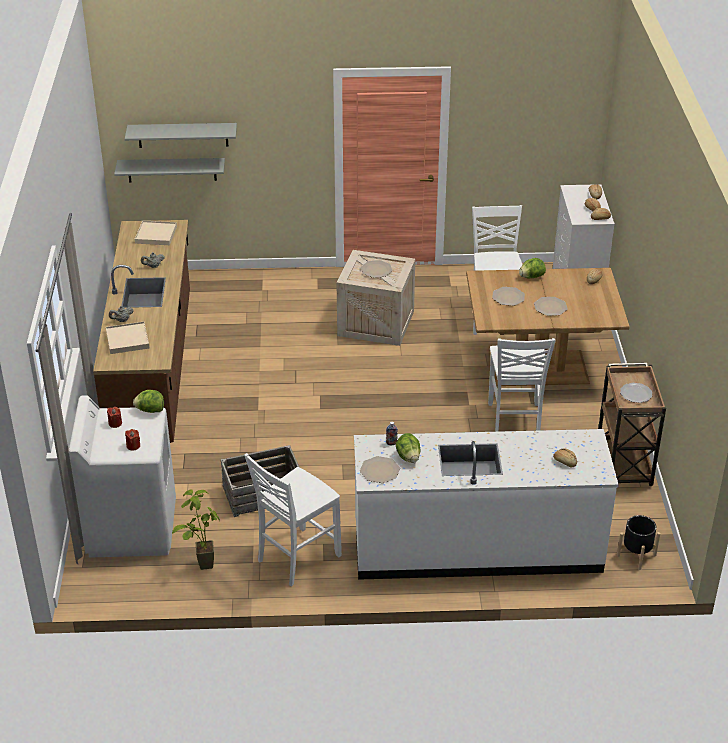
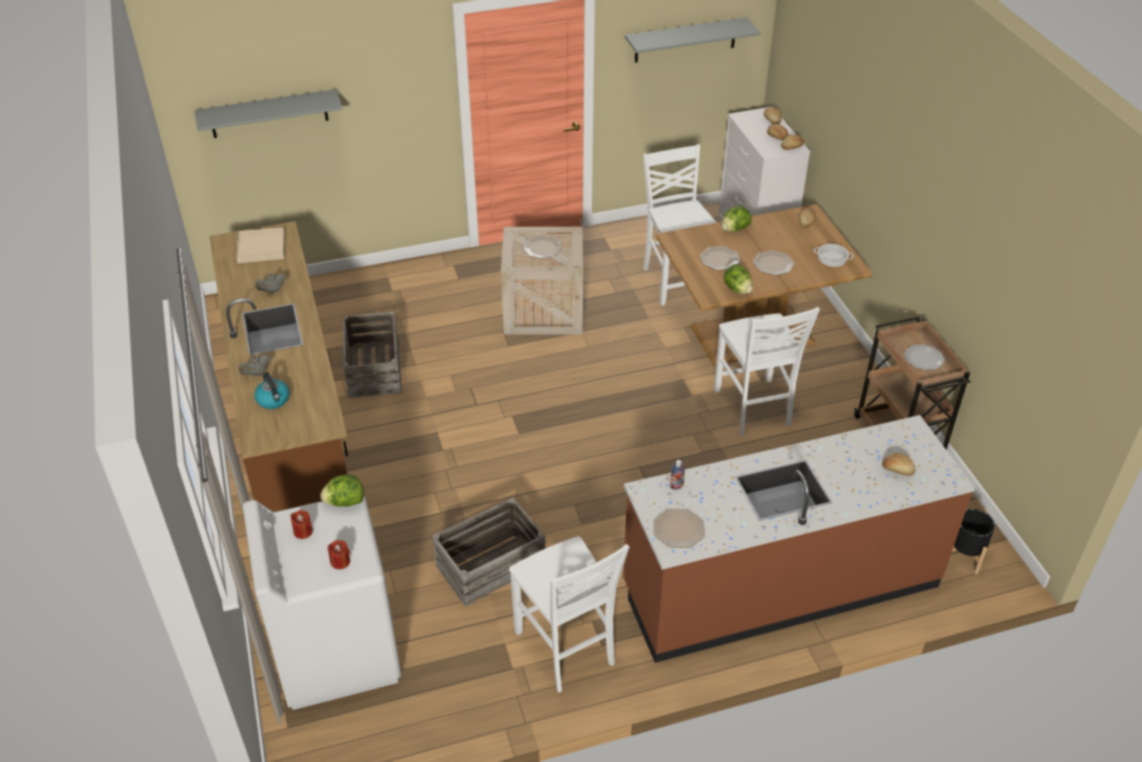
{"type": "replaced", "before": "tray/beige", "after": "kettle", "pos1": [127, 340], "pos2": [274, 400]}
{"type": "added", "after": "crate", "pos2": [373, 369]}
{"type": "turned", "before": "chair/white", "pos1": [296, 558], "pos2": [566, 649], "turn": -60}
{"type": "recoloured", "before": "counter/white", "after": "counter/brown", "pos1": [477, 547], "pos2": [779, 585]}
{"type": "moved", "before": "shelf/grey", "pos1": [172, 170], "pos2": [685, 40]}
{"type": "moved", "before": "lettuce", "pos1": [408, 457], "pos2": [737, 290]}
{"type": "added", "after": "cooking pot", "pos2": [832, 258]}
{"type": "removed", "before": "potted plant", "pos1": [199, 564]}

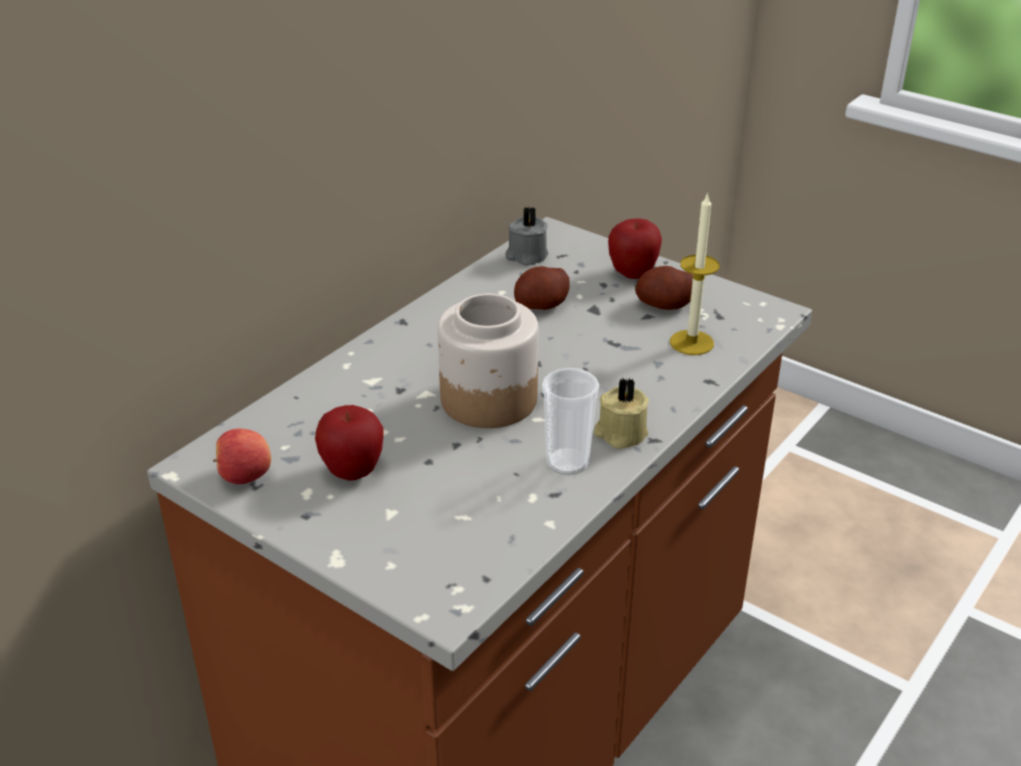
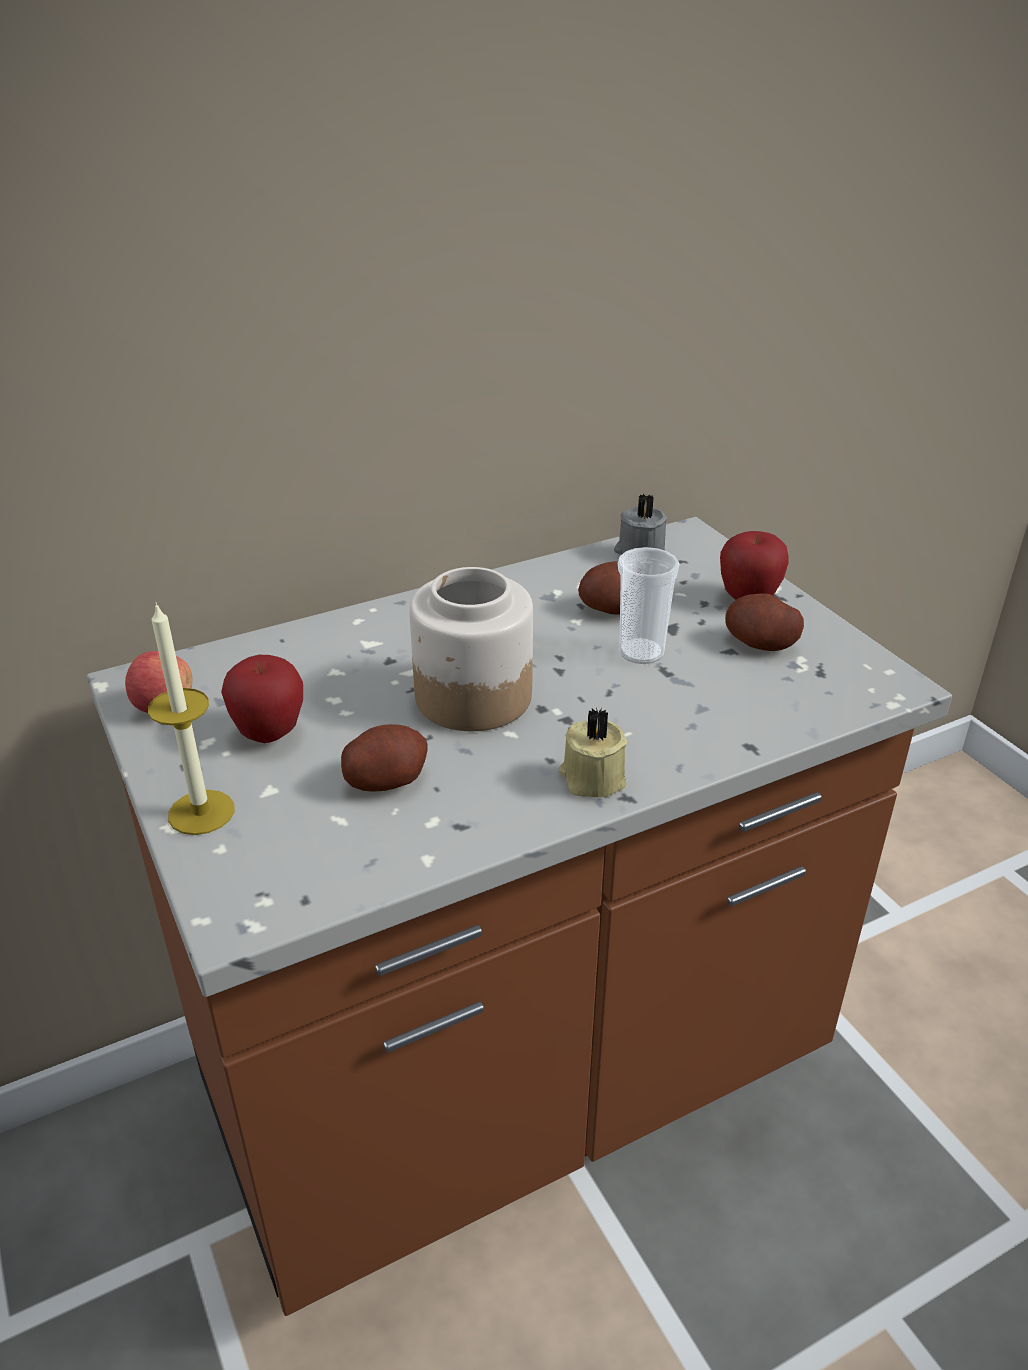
{"type": "moved", "before": "candle", "pos1": [691, 342], "pos2": [201, 812]}
{"type": "added", "after": "potato", "pos2": [386, 780]}
{"type": "moved", "before": "cup", "pos1": [567, 462], "pos2": [641, 652]}

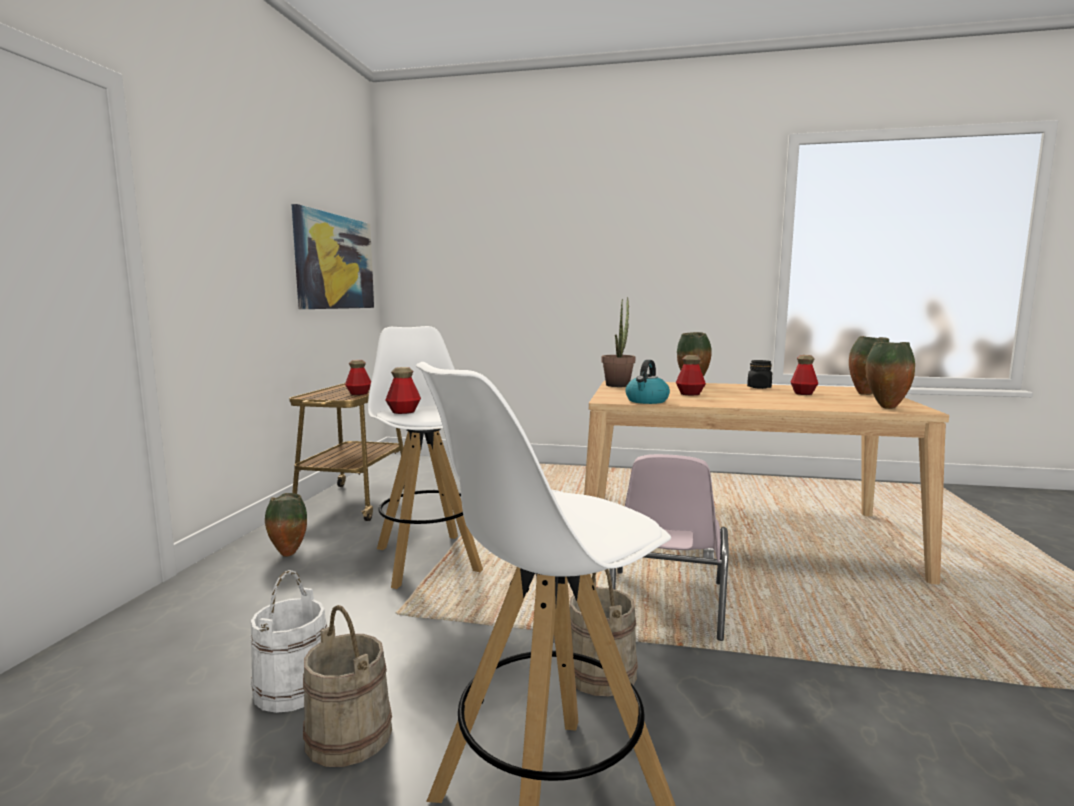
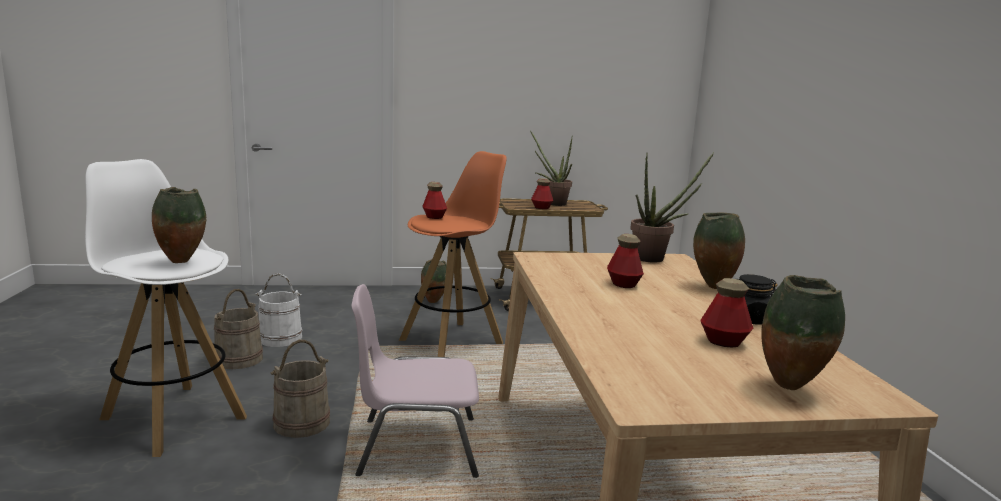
{"type": "moved", "before": "vase", "pos1": [885, 407], "pos2": [182, 262]}
{"type": "recoloured", "before": "stool/white", "after": "stool/orange", "pos1": [427, 558], "pos2": [452, 341]}
{"type": "added", "after": "potted plant", "pos2": [552, 203]}
{"type": "removed", "before": "picture", "pos1": [335, 262]}
{"type": "removed", "before": "kettle", "pos1": [647, 401]}

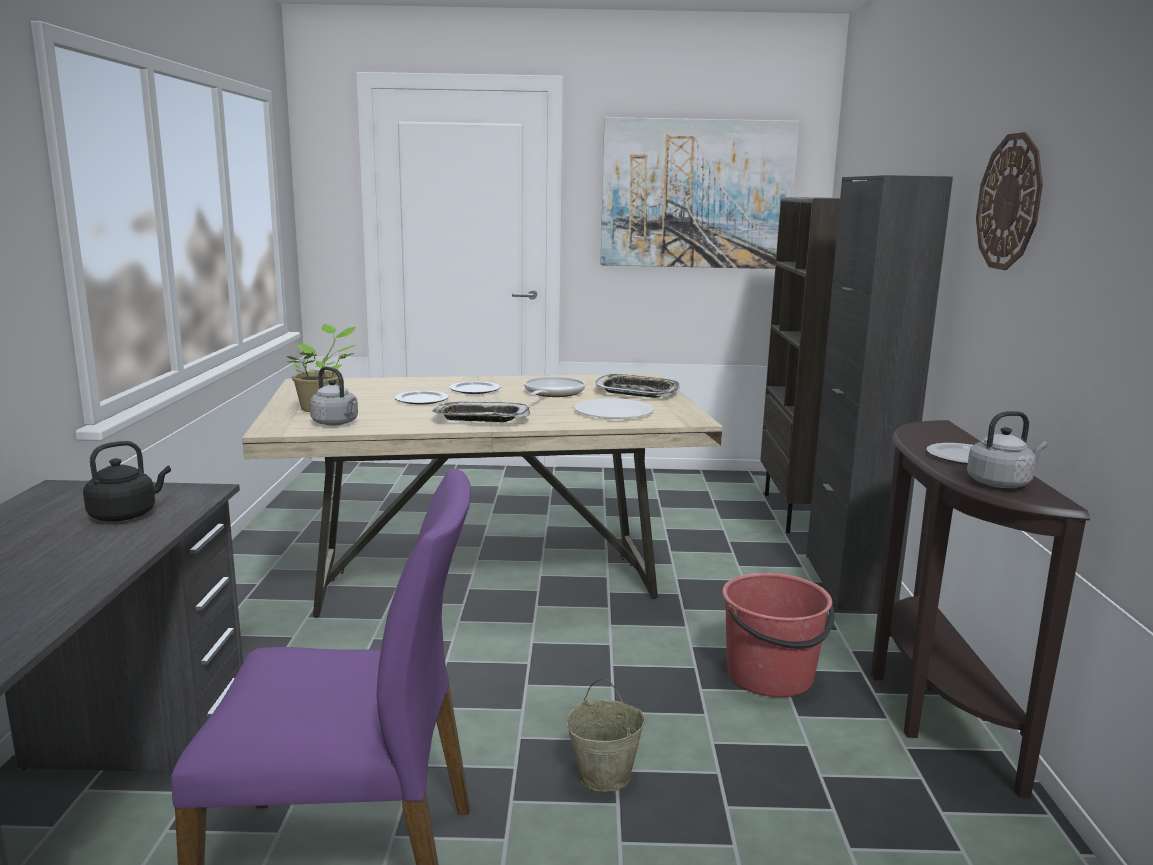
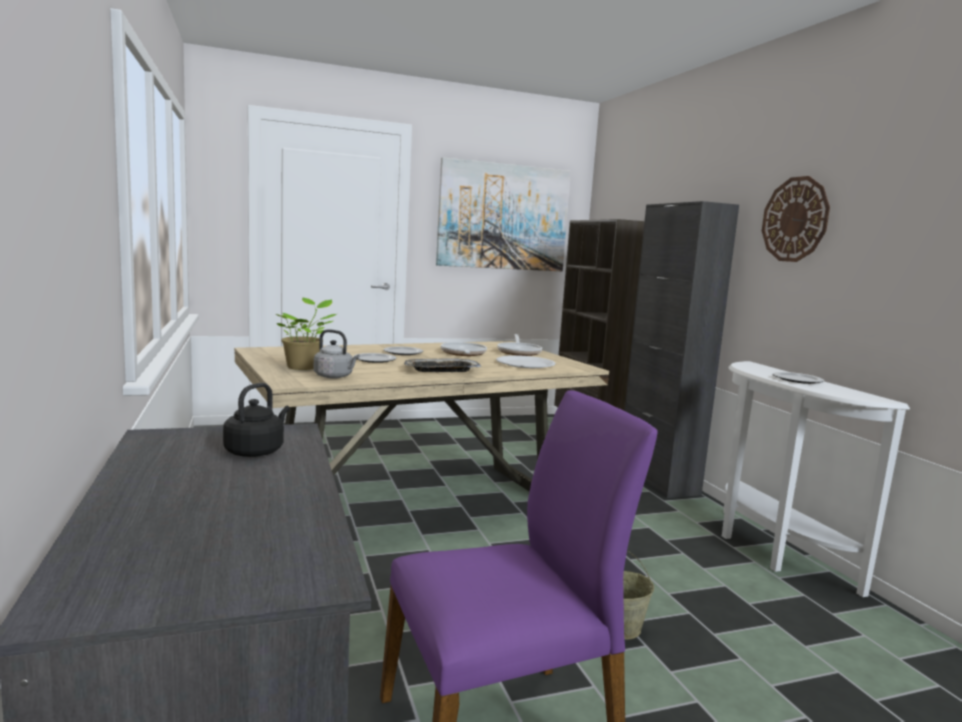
{"type": "replaced", "before": "tray", "after": "frying pan", "pos1": [636, 392], "pos2": [519, 352]}
{"type": "recoloured", "before": "console table/brown", "after": "console table/white", "pos1": [929, 707], "pos2": [770, 551]}
{"type": "removed", "before": "bucket/red", "pos1": [771, 676]}
{"type": "removed", "before": "kettle/grey", "pos1": [1001, 483]}

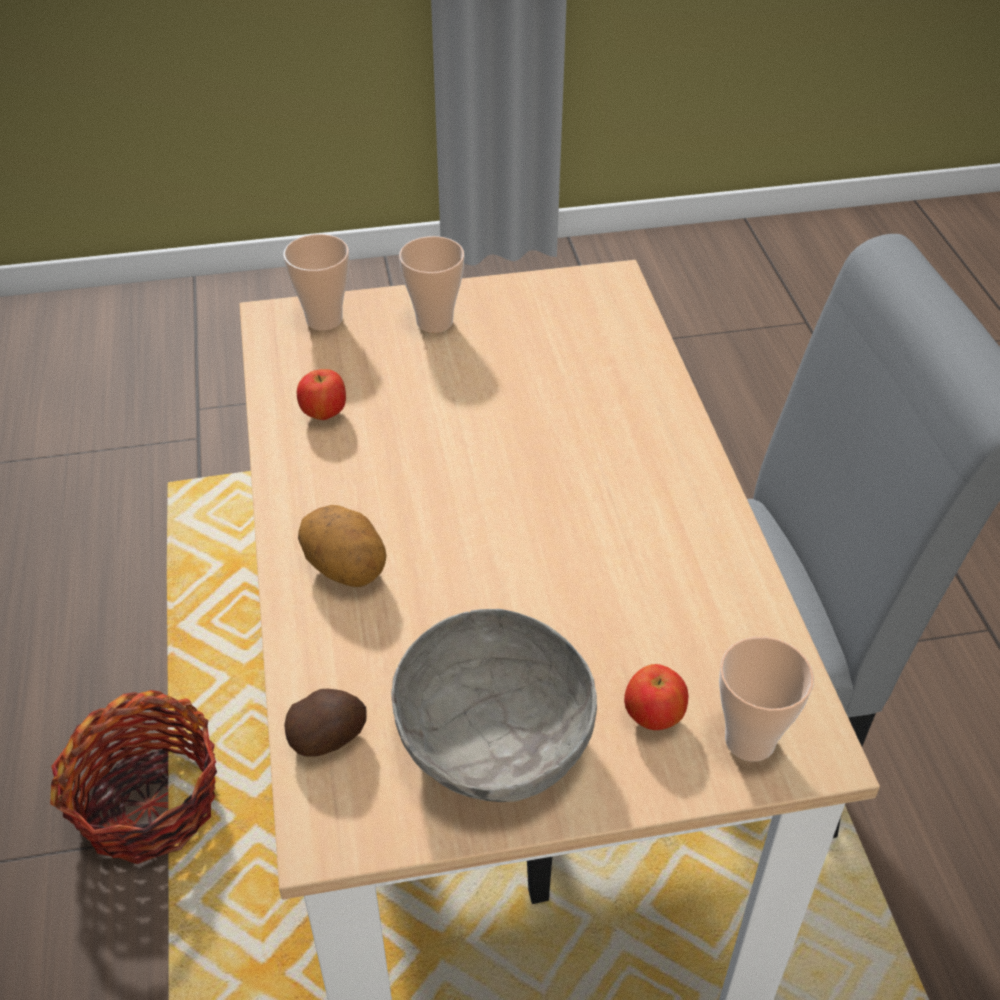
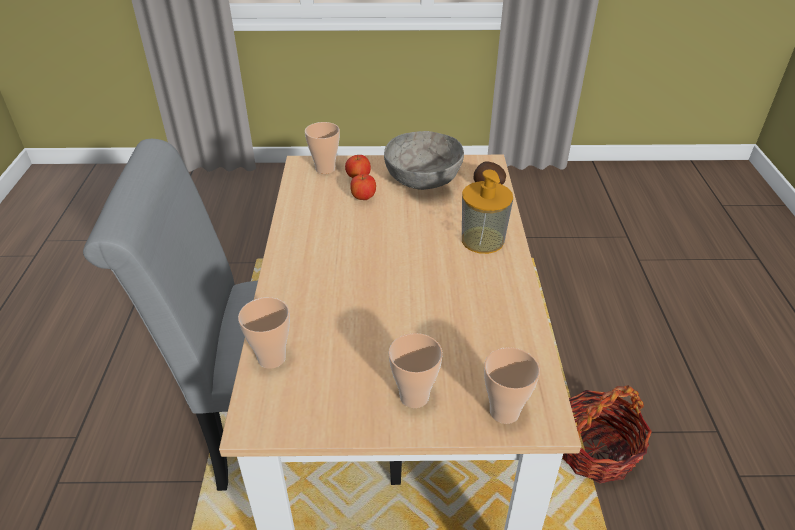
{"type": "added", "after": "cup", "pos2": [271, 358]}
{"type": "moved", "before": "apple", "pos1": [324, 414], "pos2": [363, 198]}
{"type": "replaced", "before": "potato", "after": "soap dispenser", "pos1": [346, 568], "pos2": [482, 240]}

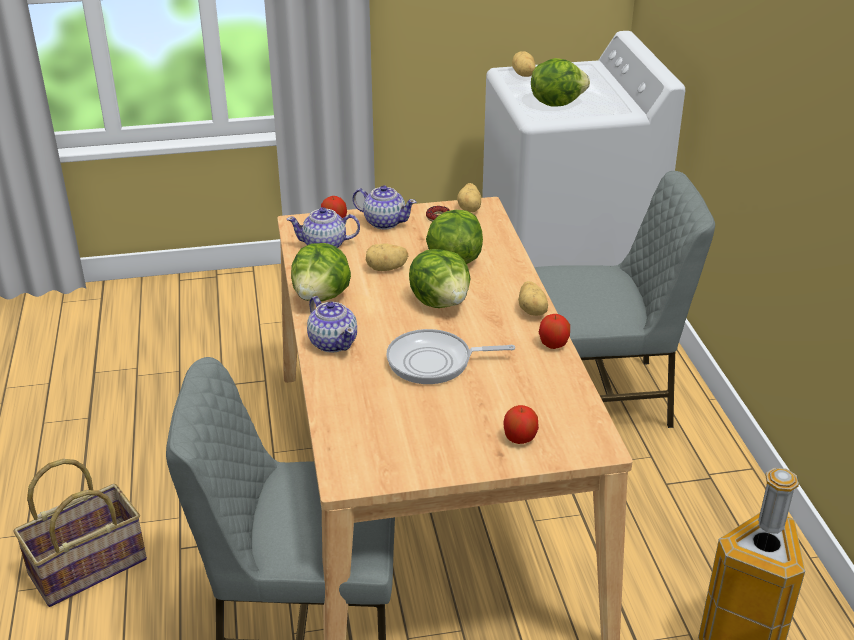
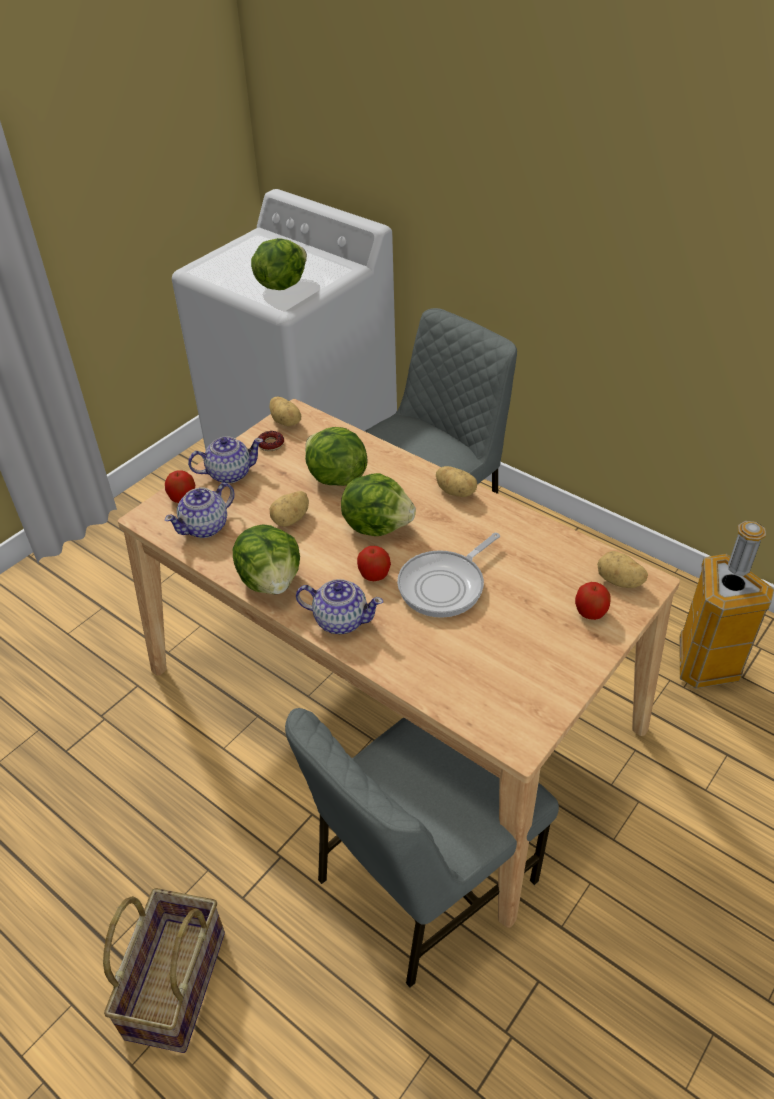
{"type": "moved", "before": "apple", "pos1": [553, 344], "pos2": [374, 575]}
{"type": "moved", "before": "potato", "pos1": [523, 75], "pos2": [619, 581]}

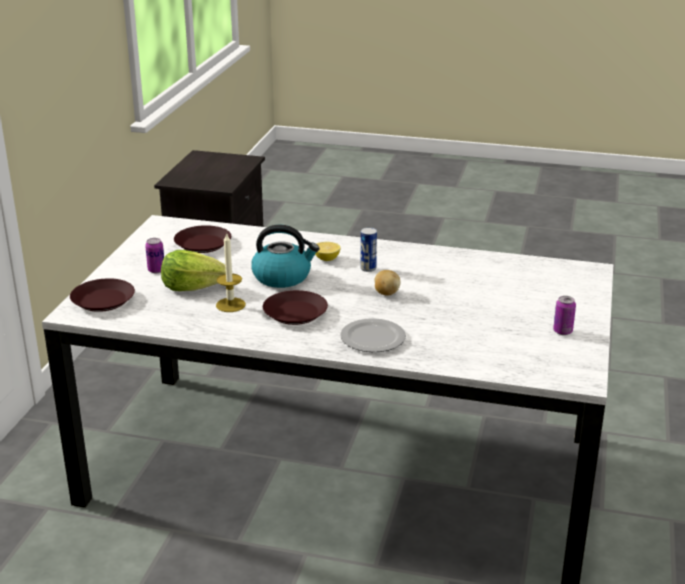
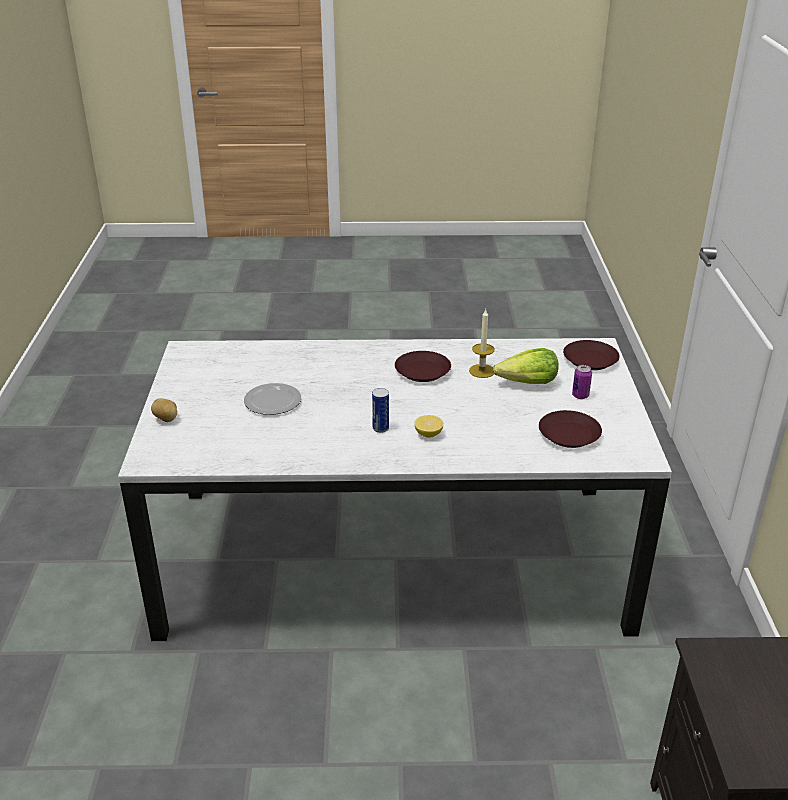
{"type": "moved", "before": "potato", "pos1": [386, 293], "pos2": [166, 419]}
{"type": "moved", "before": "plate", "pos1": [372, 338], "pos2": [273, 402]}
{"type": "removed", "before": "kettle", "pos1": [283, 277]}
{"type": "removed", "before": "can", "pos1": [562, 331]}

